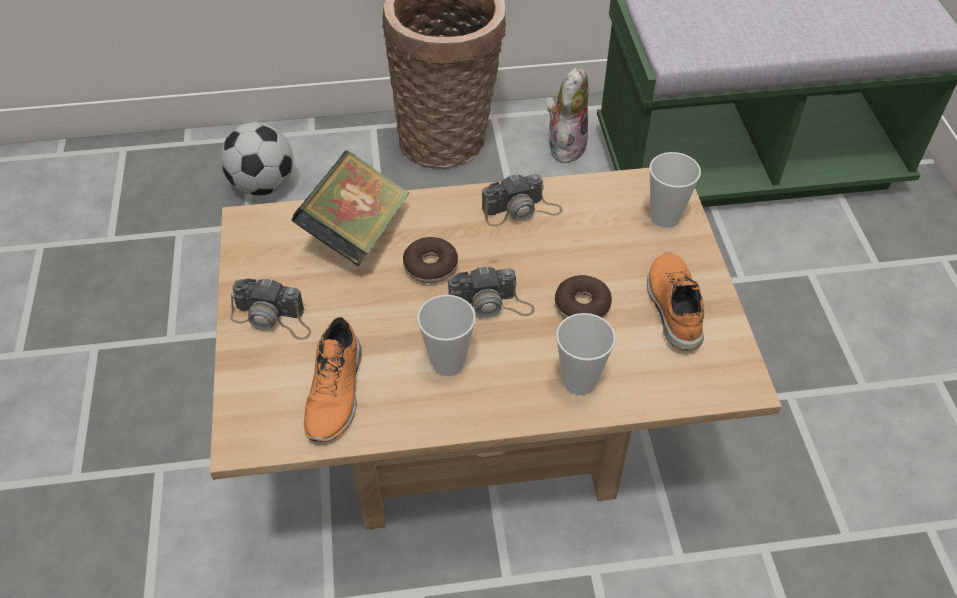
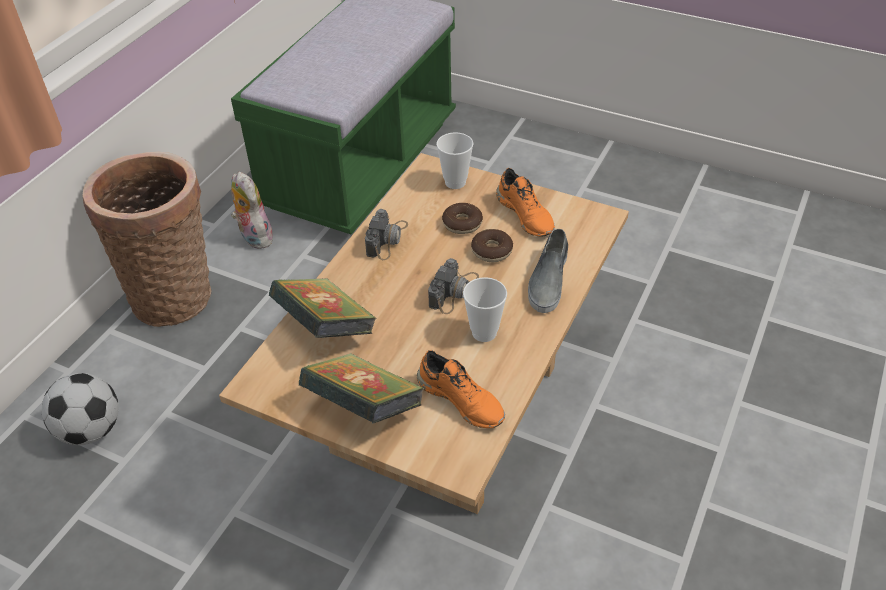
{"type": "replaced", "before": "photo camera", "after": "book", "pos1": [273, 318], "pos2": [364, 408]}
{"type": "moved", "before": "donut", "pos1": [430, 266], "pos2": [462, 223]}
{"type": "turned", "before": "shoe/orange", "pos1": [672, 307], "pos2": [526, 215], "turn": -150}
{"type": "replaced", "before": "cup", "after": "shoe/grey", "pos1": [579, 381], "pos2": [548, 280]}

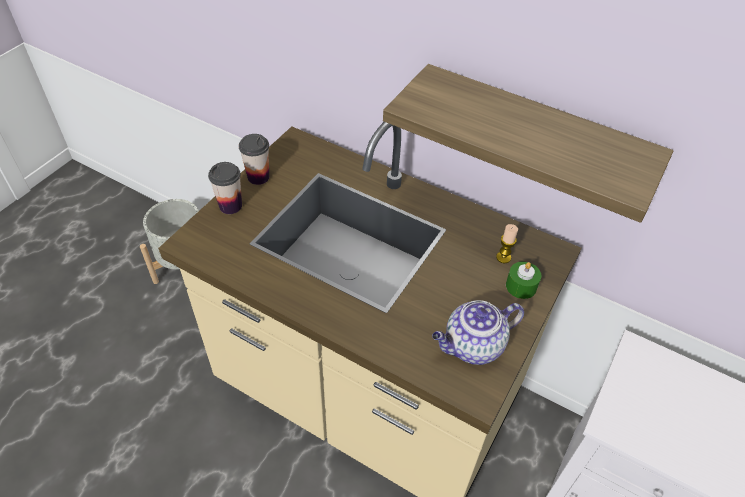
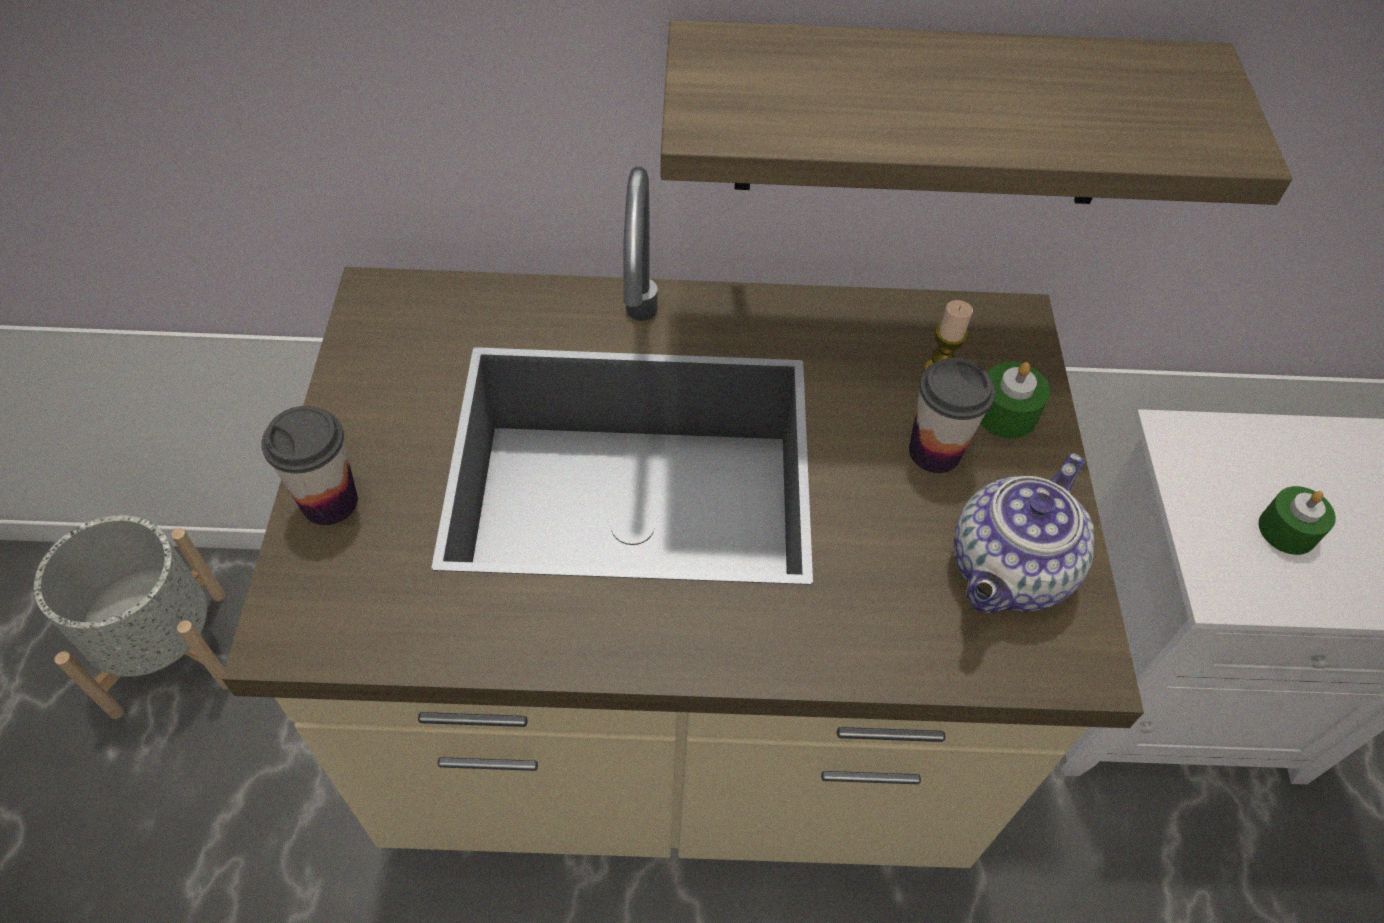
{"type": "moved", "before": "cup", "pos1": [258, 177], "pos2": [934, 452]}
{"type": "added", "after": "candle/green", "pos2": [1287, 530]}

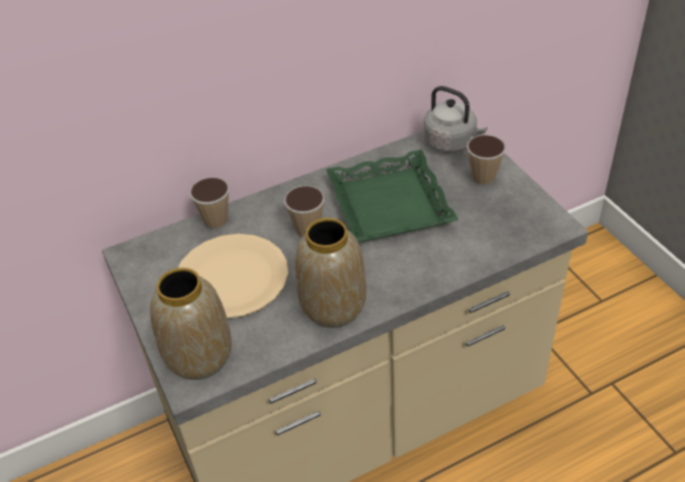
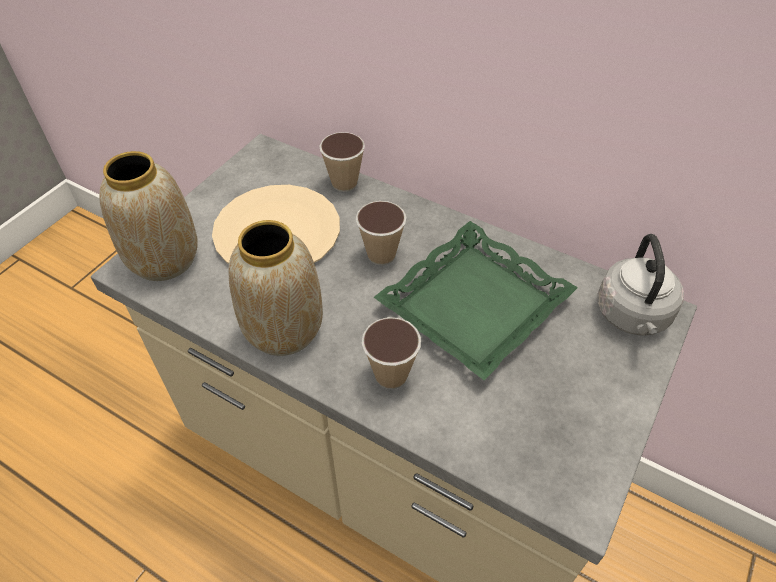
{"type": "moved", "before": "cup", "pos1": [483, 178], "pos2": [391, 375]}

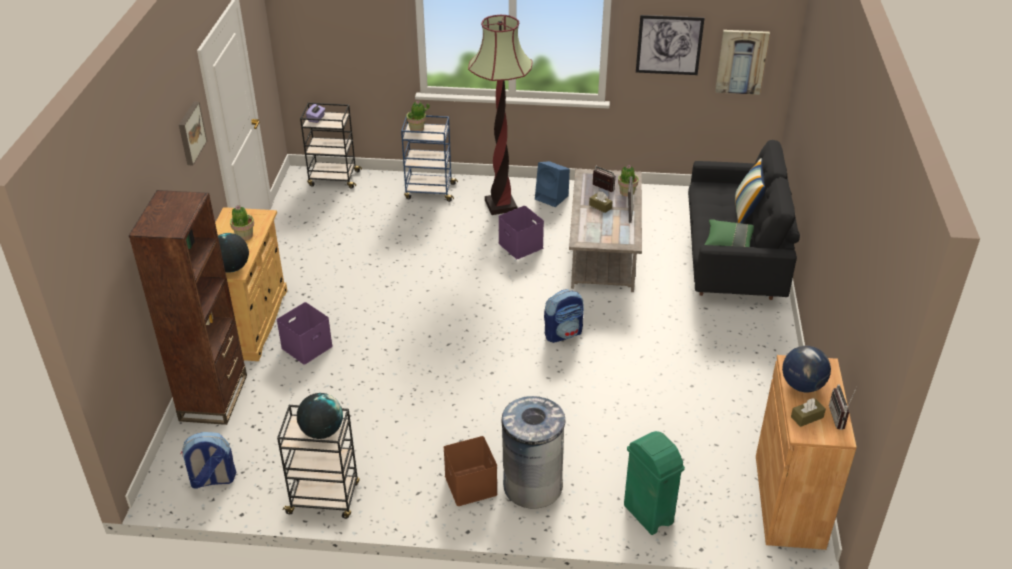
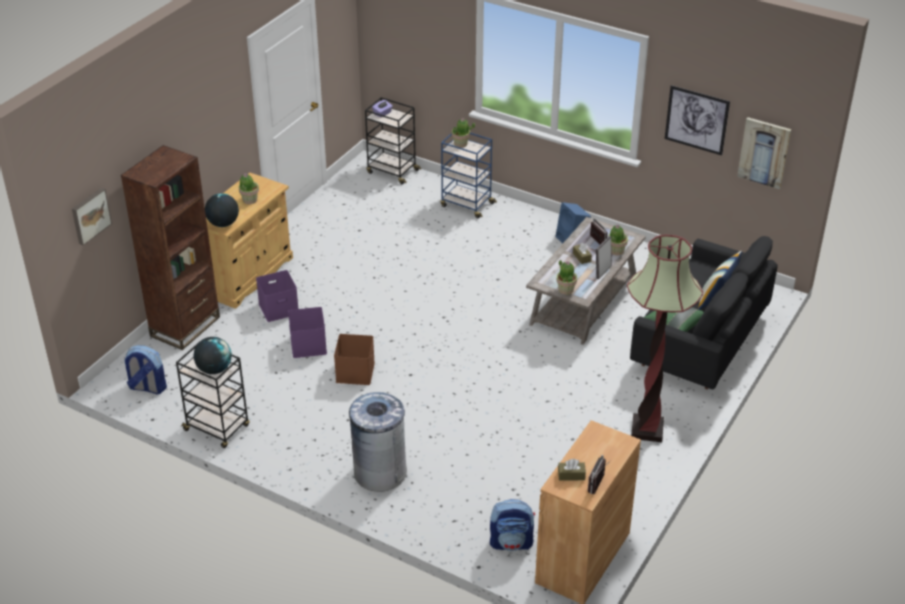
{"type": "moved", "before": "picture", "pos1": [190, 133], "pos2": [90, 215]}
{"type": "moved", "before": "storage box/purple", "pos1": [521, 245], "pos2": [309, 345]}
{"type": "moved", "before": "storage box/brown", "pos1": [472, 485], "pos2": [356, 373]}
{"type": "moved", "before": "backpack", "pos1": [563, 333], "pos2": [511, 542]}
{"type": "added", "after": "potted plant", "pos2": [566, 289]}
{"type": "moved", "before": "floor lamp", "pos1": [500, 205], "pos2": [647, 430]}
{"type": "removed", "before": "trash can/green", "pos1": [648, 515]}
{"type": "removed", "before": "globe", "pos1": [802, 385]}

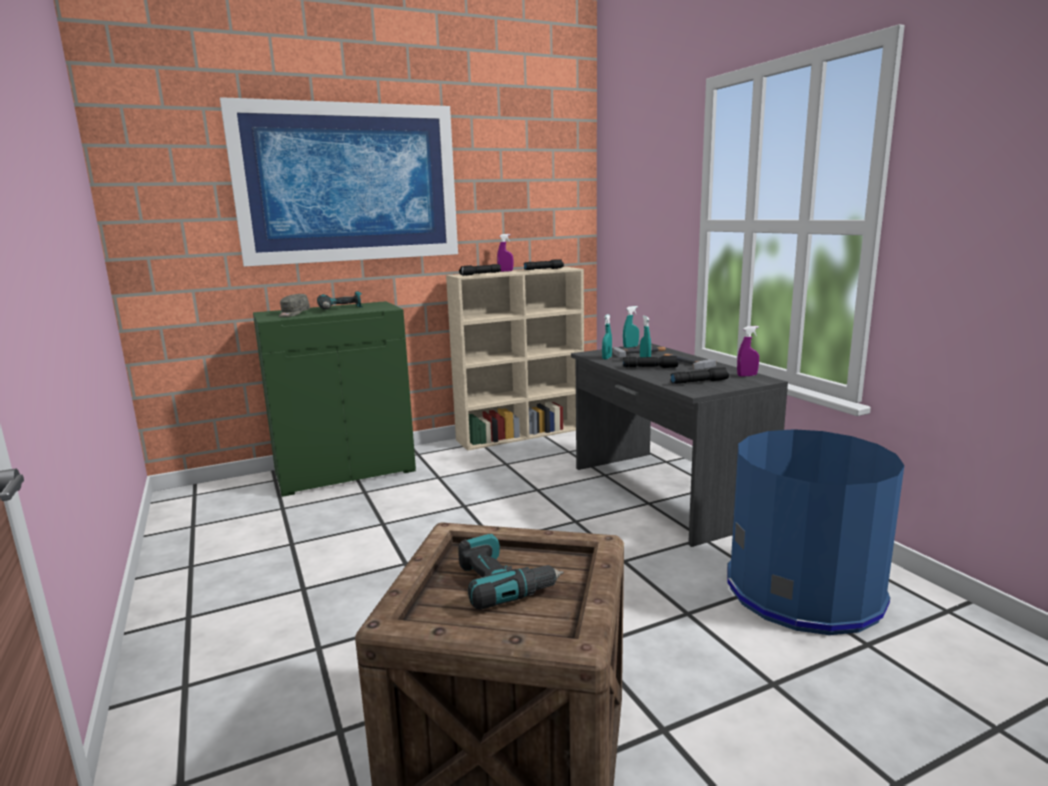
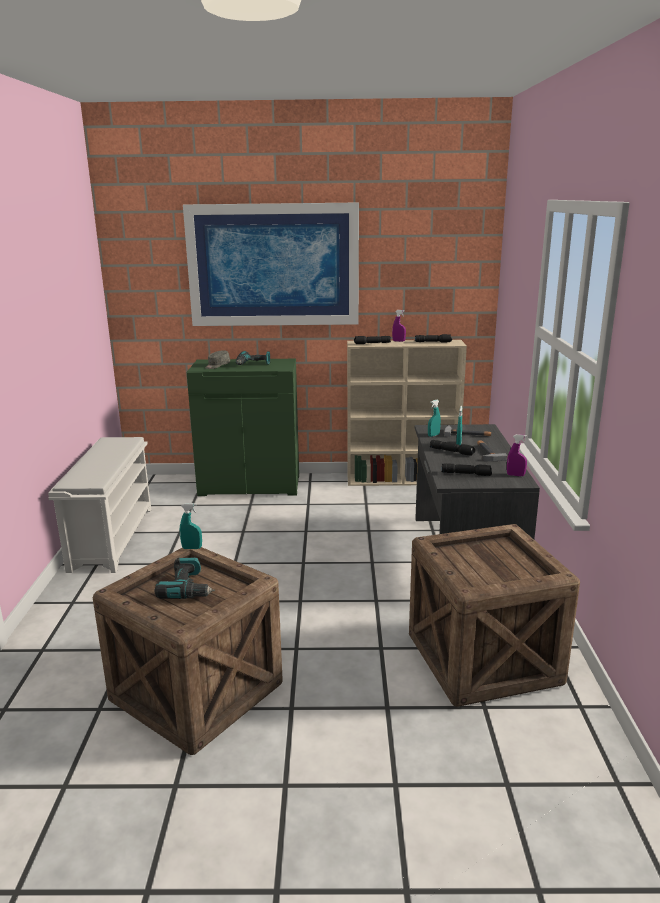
{"type": "added", "after": "shoe rack/white", "pos2": [111, 538]}
{"type": "moved", "before": "spray bottle/turquoise", "pos1": [630, 347], "pos2": [192, 548]}
{"type": "replaced", "before": "trash can/blue", "after": "crate", "pos1": [803, 590], "pos2": [484, 658]}

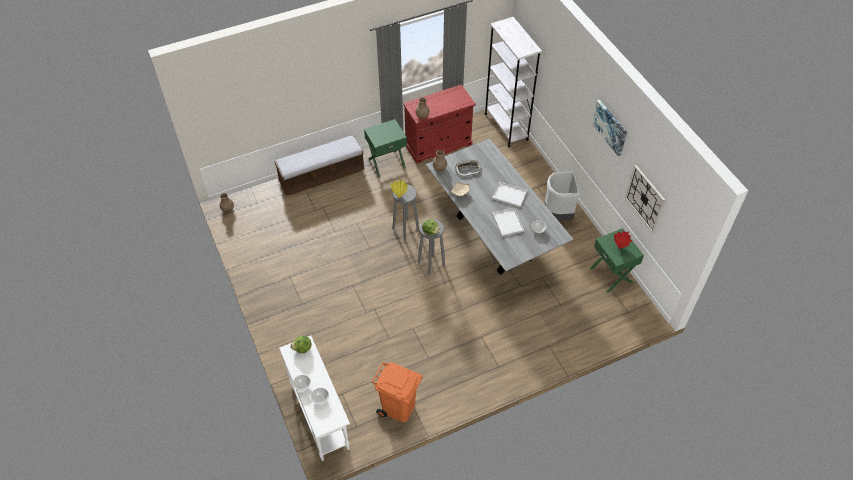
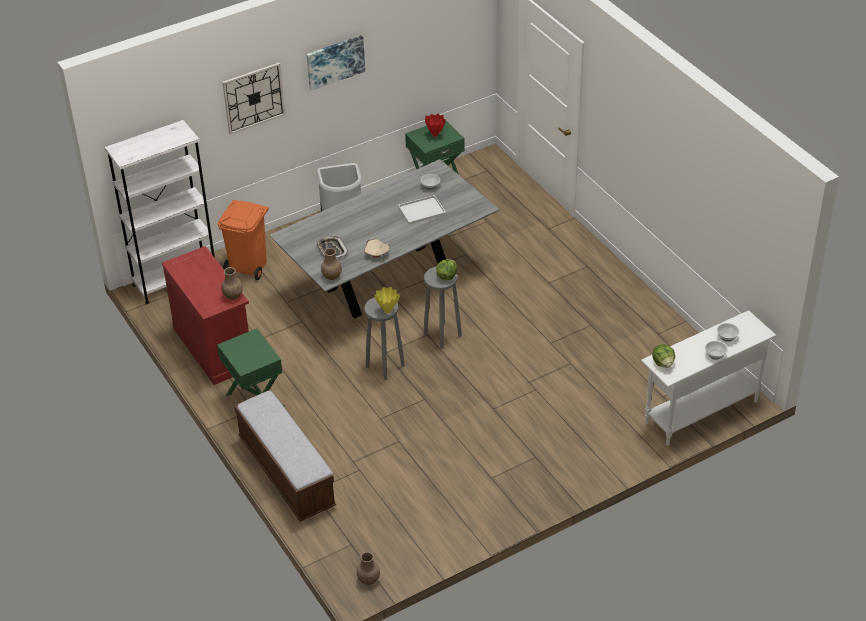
{"type": "moved", "before": "trash can/orange", "pos1": [398, 408], "pos2": [249, 266]}
{"type": "moved", "before": "wall clock", "pos1": [645, 198], "pos2": [253, 98]}
{"type": "removed", "before": "tray/white", "pos1": [509, 195]}

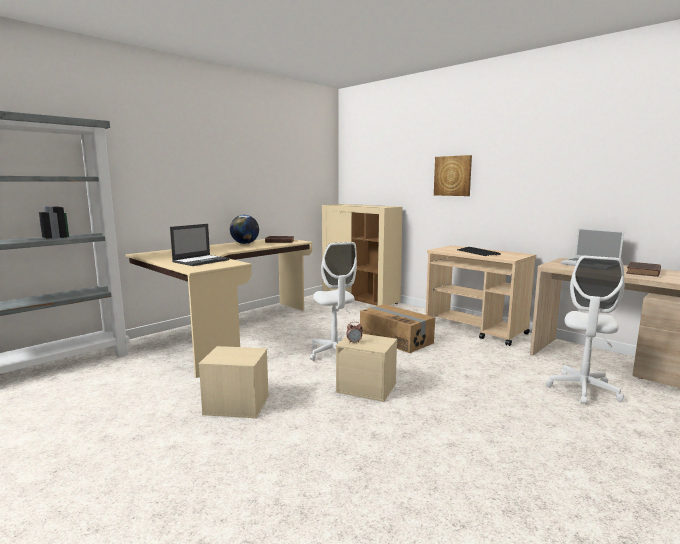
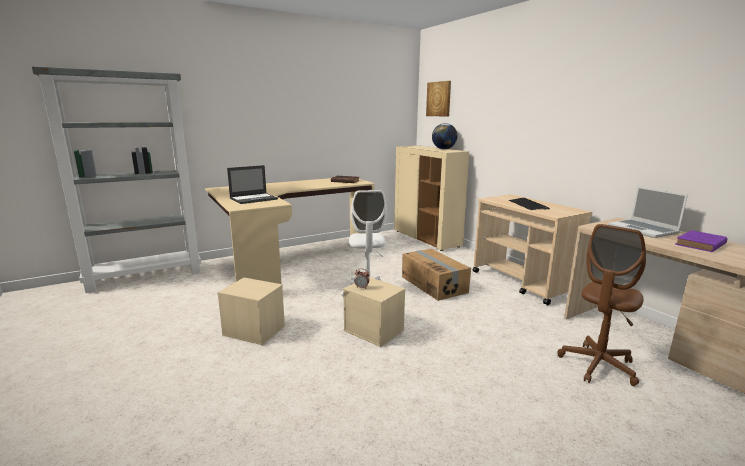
{"type": "moved", "before": "picture", "pos1": [453, 176], "pos2": [439, 99]}
{"type": "moved", "before": "globe", "pos1": [245, 243], "pos2": [443, 149]}
{"type": "recoloured", "before": "office chair/white", "after": "office chair/brown", "pos1": [583, 390], "pos2": [597, 365]}
{"type": "recoloured", "before": "book/brown", "after": "book/purple", "pos1": [643, 272], "pos2": [700, 244]}

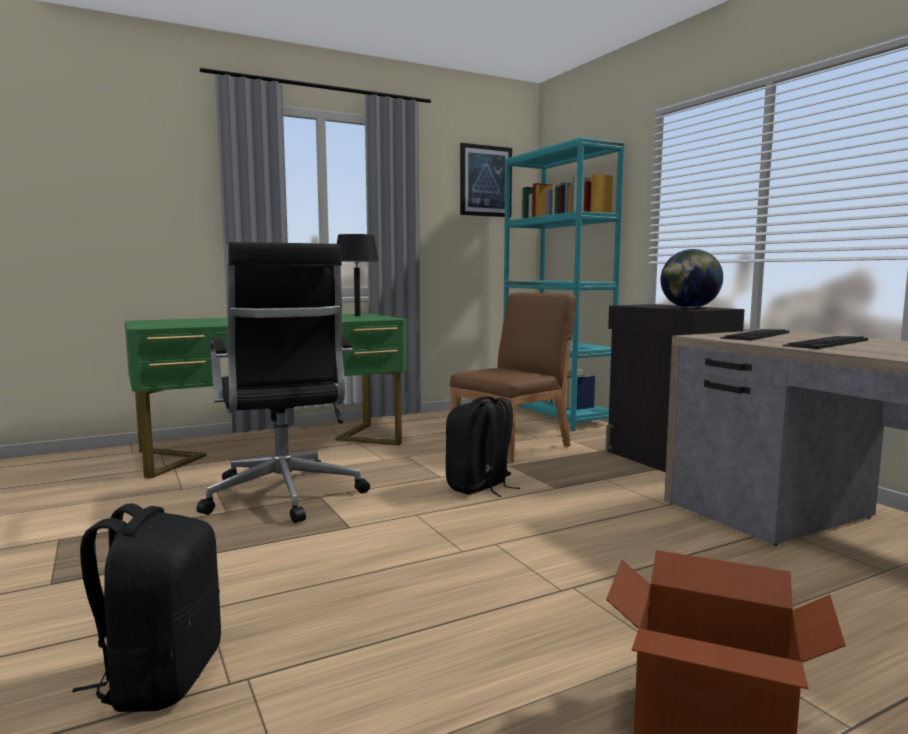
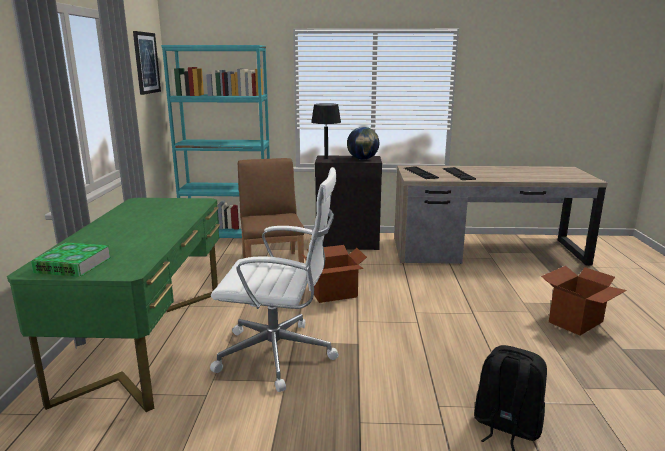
{"type": "added", "after": "book", "pos2": [73, 265]}
{"type": "recoloured", "before": "office chair/black", "after": "office chair/white", "pos1": [284, 497], "pos2": [279, 355]}
{"type": "replaced", "before": "backpack/black", "after": "cardboard box", "pos1": [480, 487], "pos2": [334, 294]}
{"type": "moved", "before": "table lamp/black", "pos1": [357, 315], "pos2": [326, 159]}

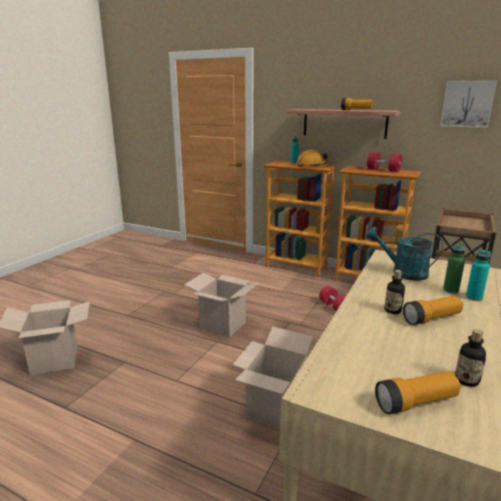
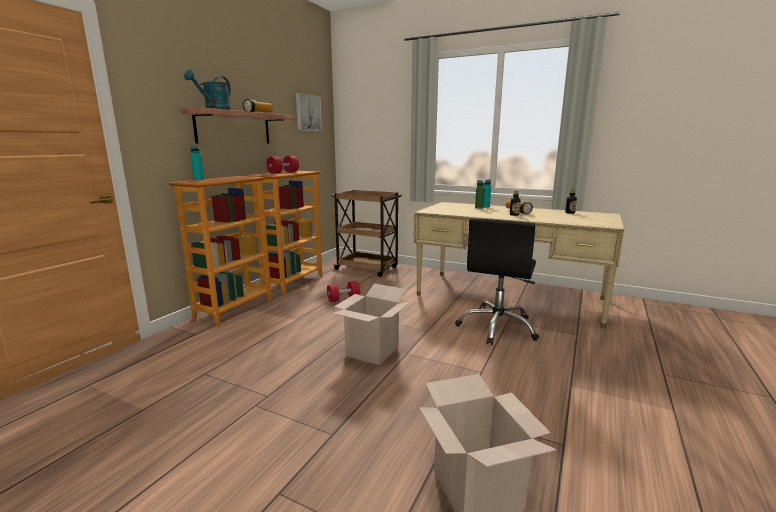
{"type": "moved", "before": "watering can/turquoise", "pos1": [403, 273], "pos2": [214, 109]}
{"type": "replaced", "before": "cardboard box", "after": "office chair/black", "pos1": [275, 409], "pos2": [497, 327]}
{"type": "removed", "before": "hard hat/orange", "pos1": [311, 165]}
{"type": "removed", "before": "flashlight", "pos1": [416, 403]}

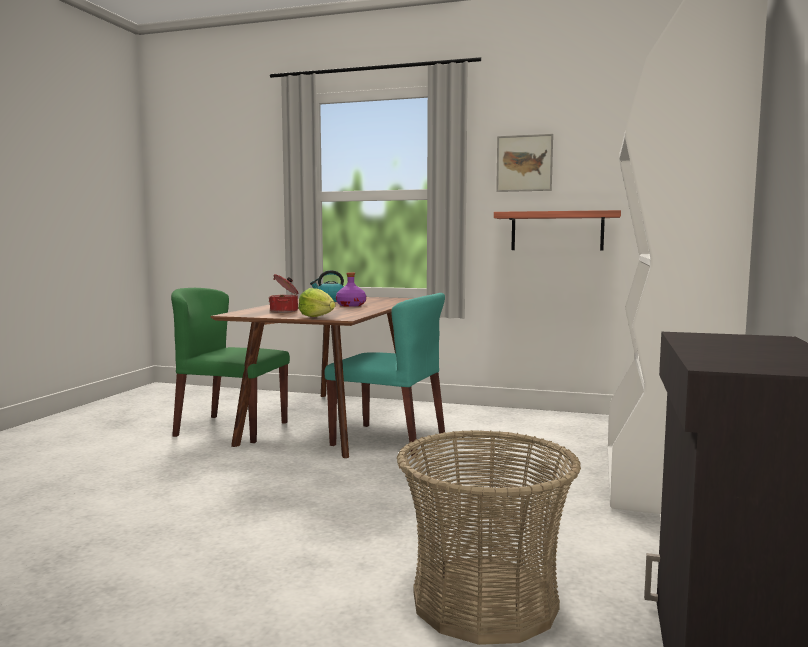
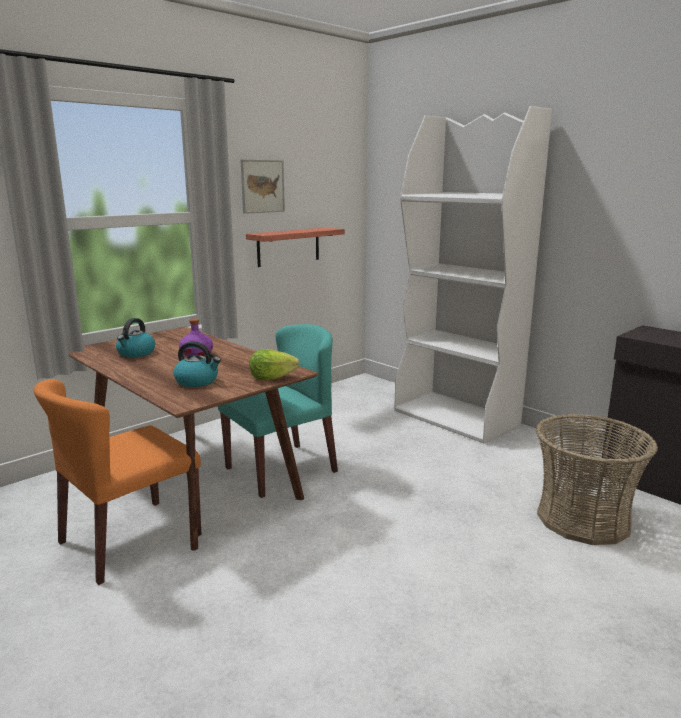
{"type": "recoloured", "before": "chair/green", "after": "chair/orange", "pos1": [231, 429], "pos2": [129, 539]}
{"type": "replaced", "before": "cooking pot", "after": "kettle", "pos1": [285, 311], "pos2": [197, 381]}

